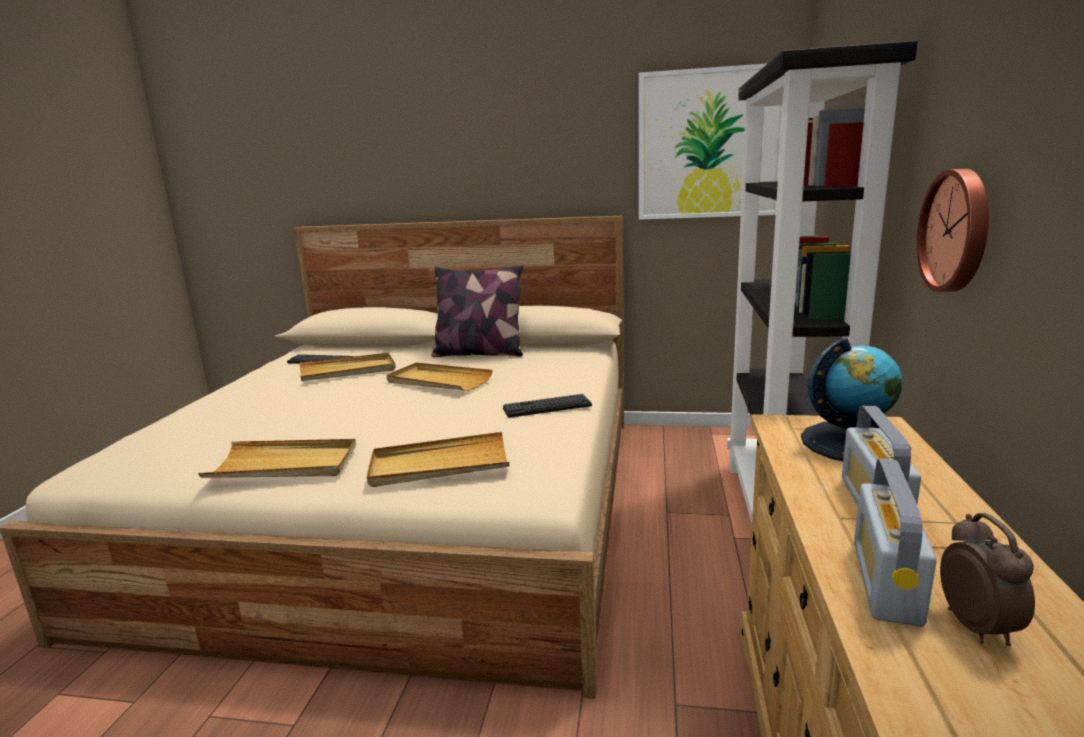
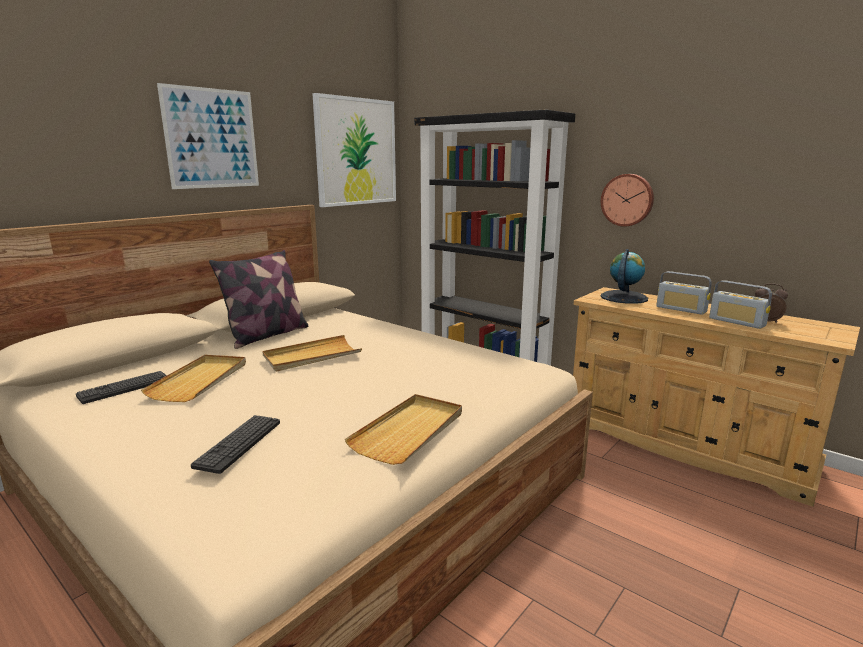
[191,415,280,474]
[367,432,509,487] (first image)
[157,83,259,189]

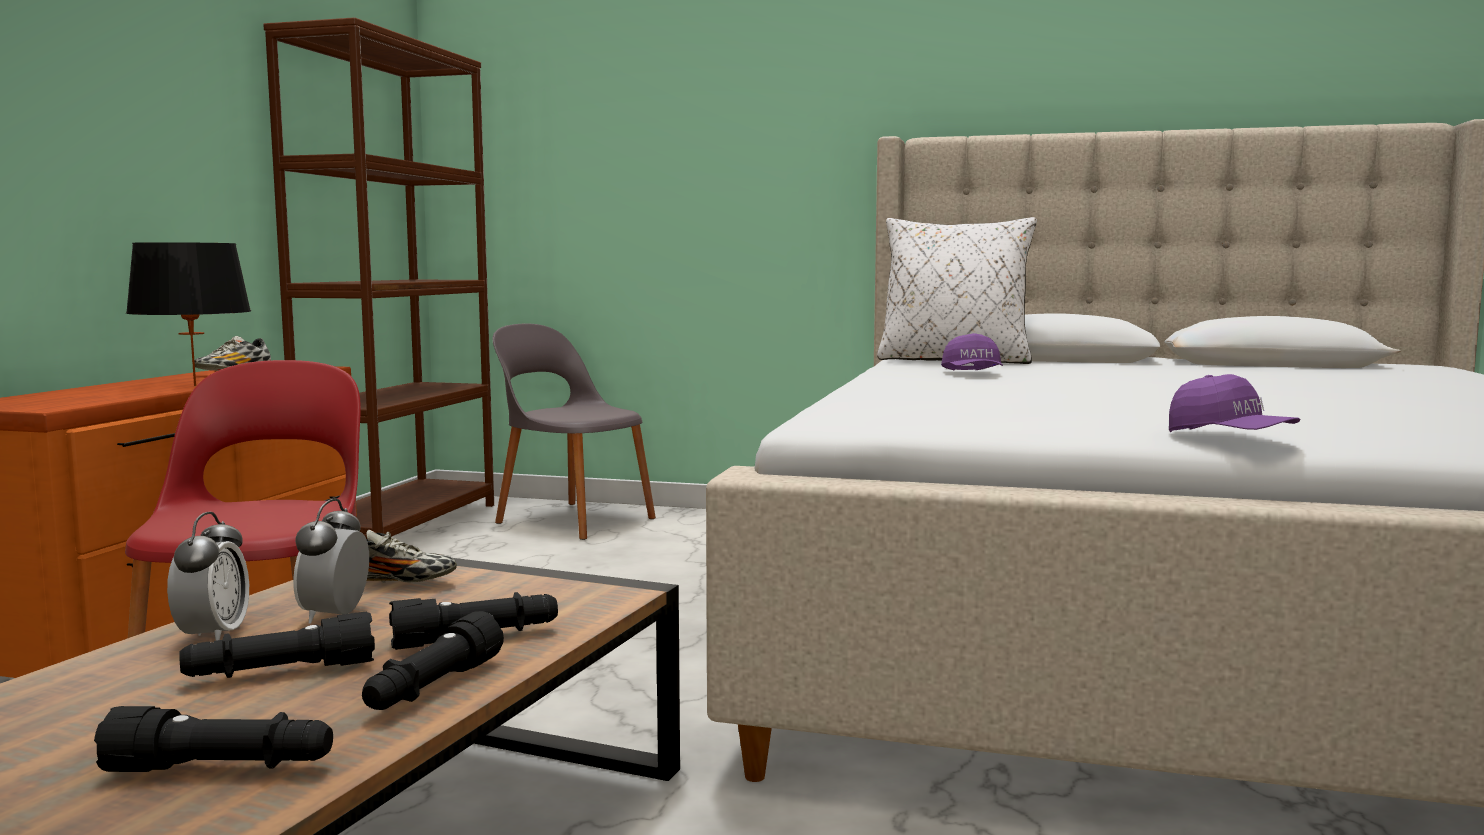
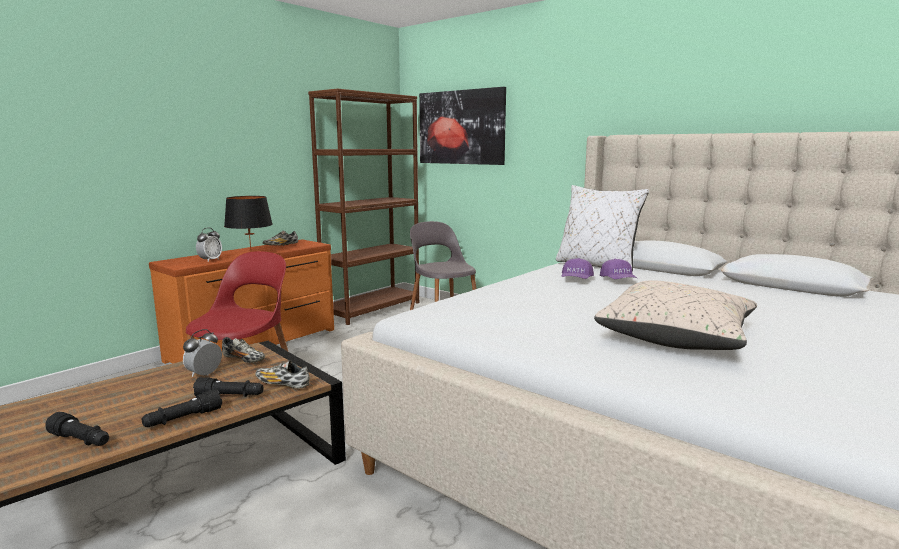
[600,259,637,279]
[196,228,222,262]
[179,611,375,678] (first image)
[419,87,506,165]
[594,280,757,350]
[255,360,310,389]

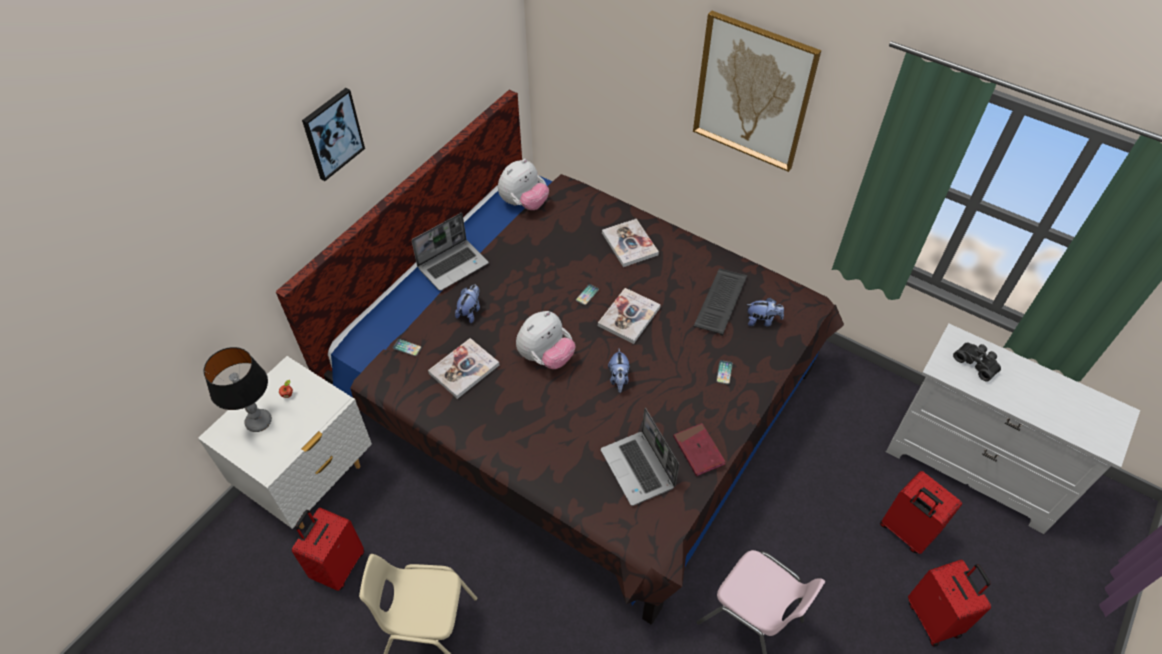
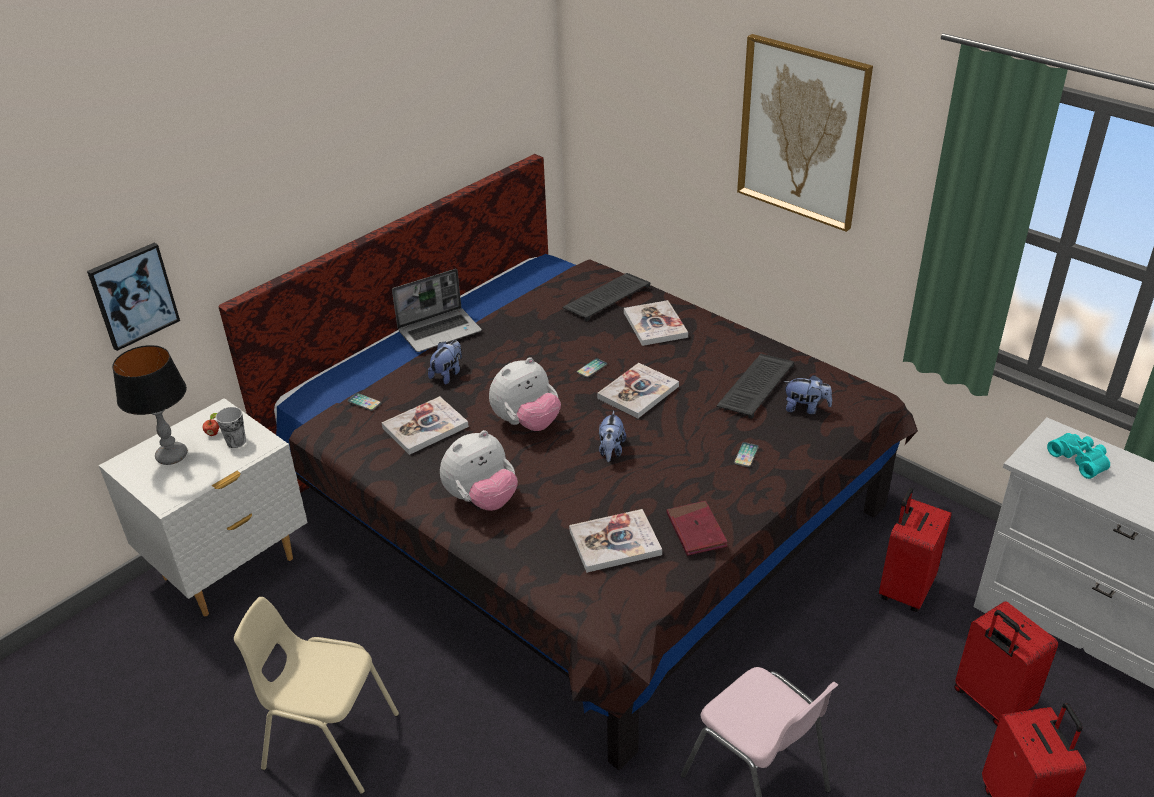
[87,243,180,351]
[440,430,518,511]
[1047,433,1110,479]
[569,509,662,573]
[879,488,952,612]
[562,273,651,321]
[216,407,246,448]

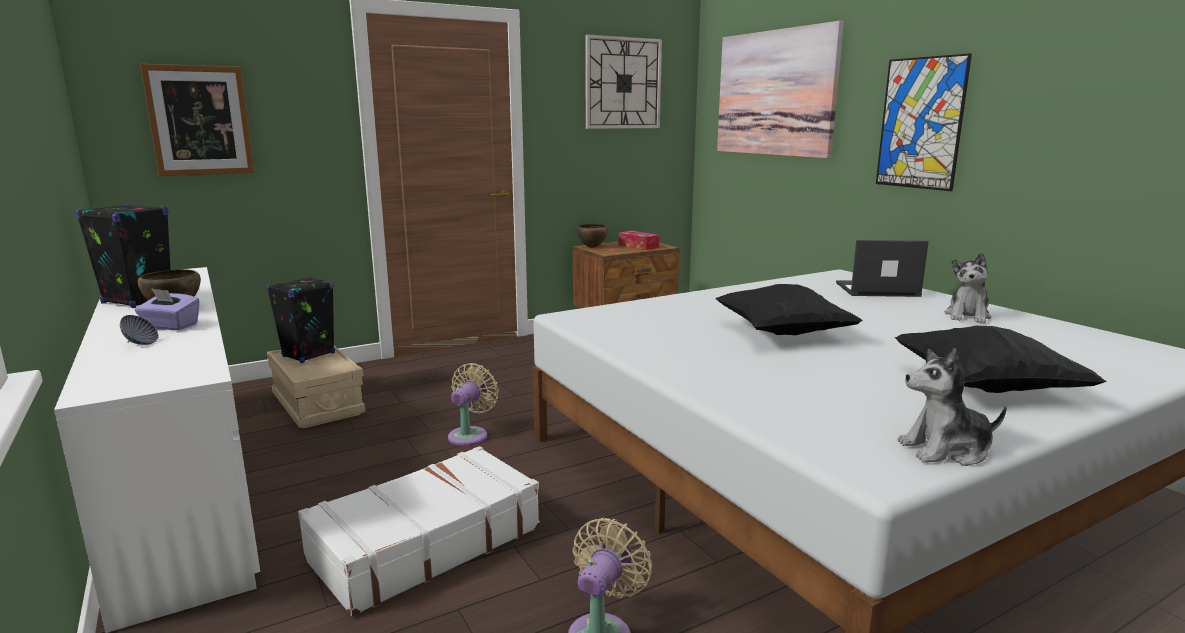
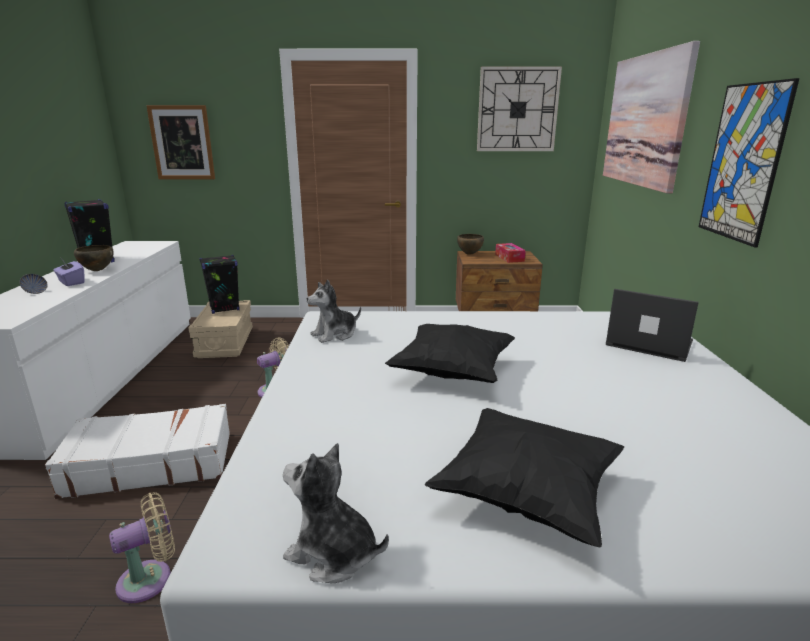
[307,280,361,343]

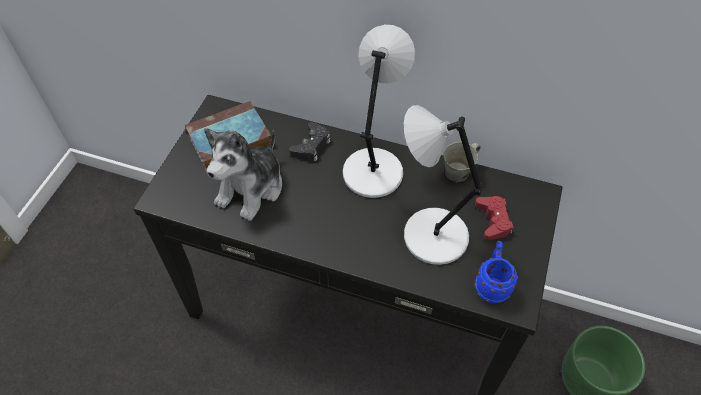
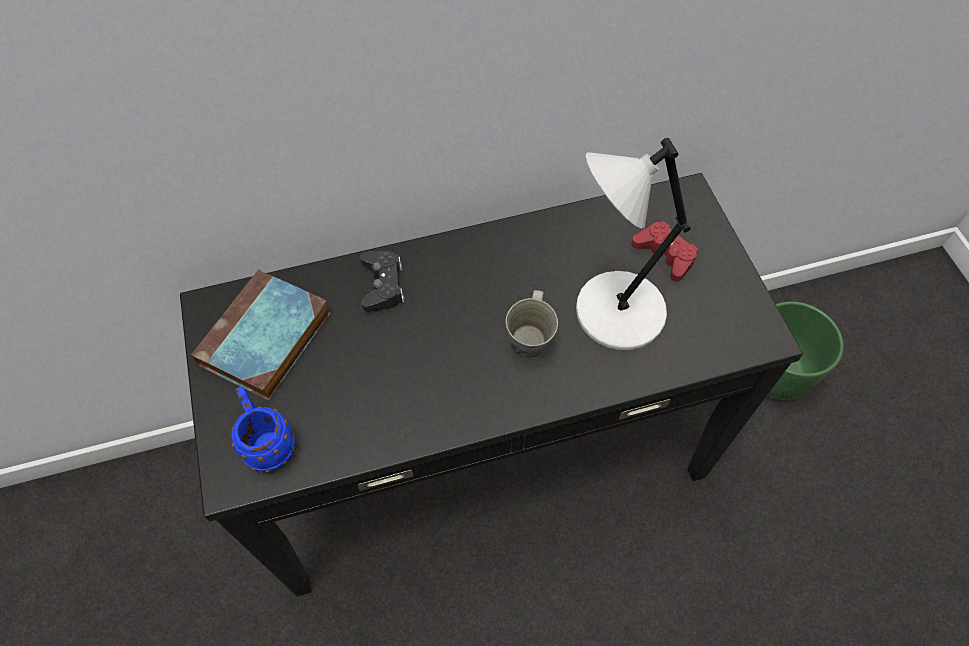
[343,25,415,198] (first image)
[204,128,282,221] (first image)
[506,290,558,358]
[231,386,295,473]

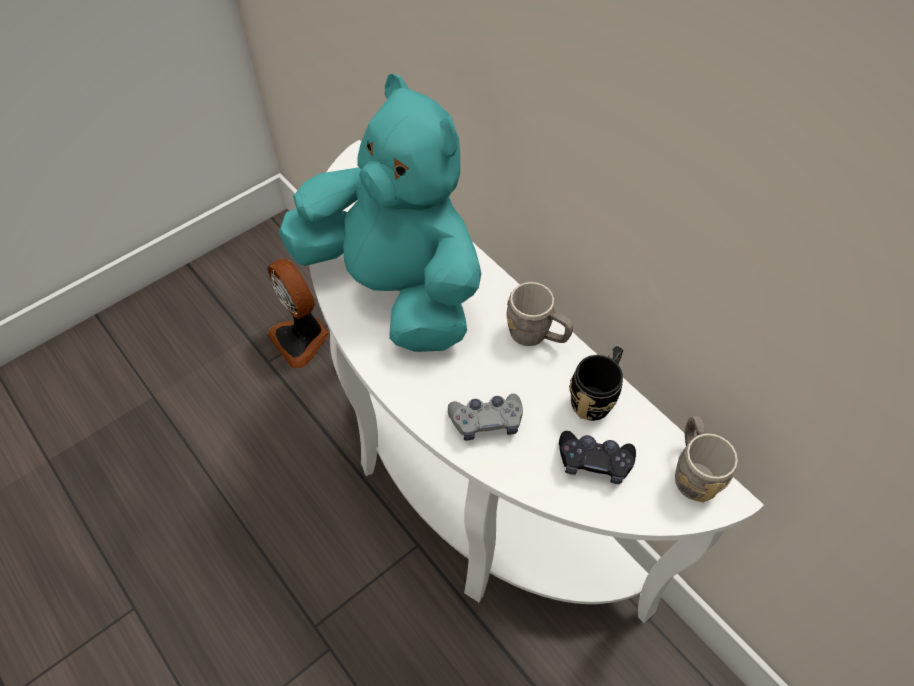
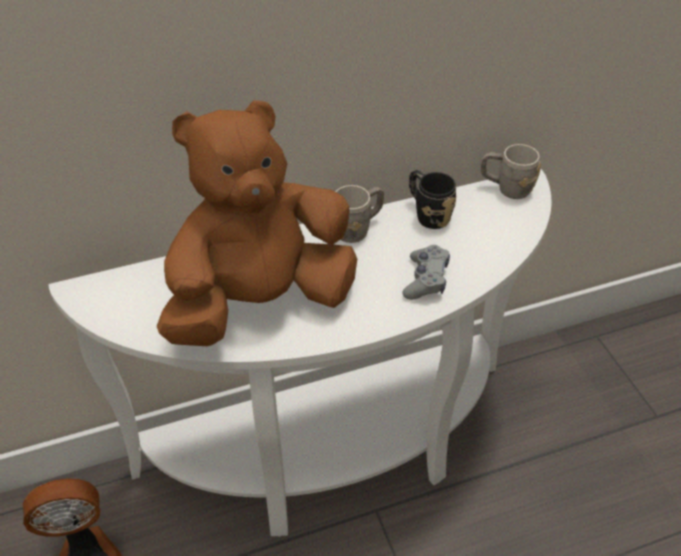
[157,100,357,346]
[559,431,636,484] (first image)

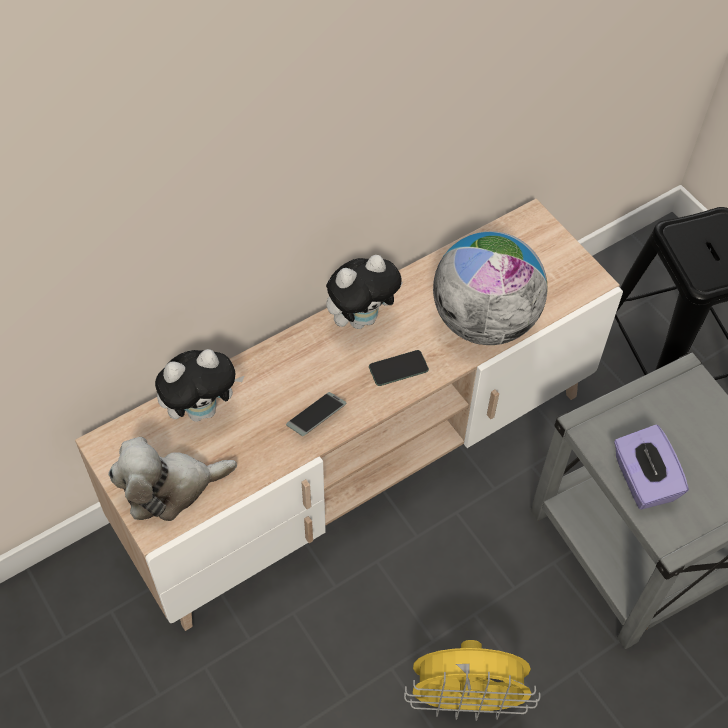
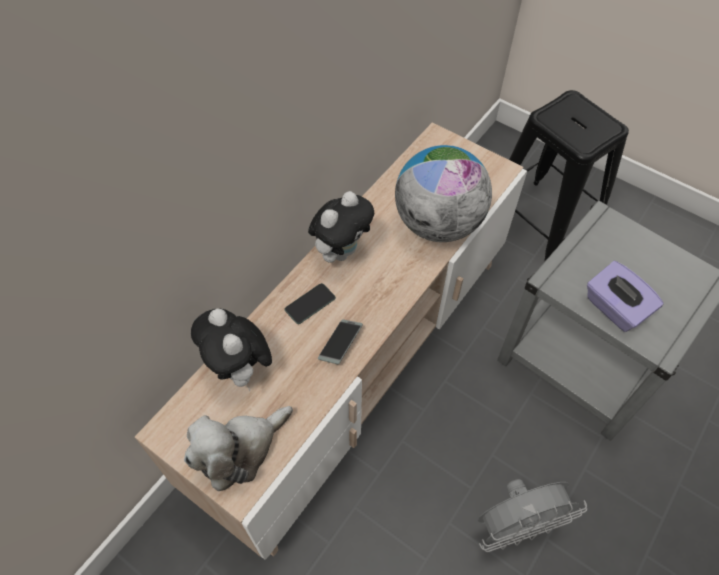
[191,308,272,391]
[285,283,336,324]
[477,479,587,552]

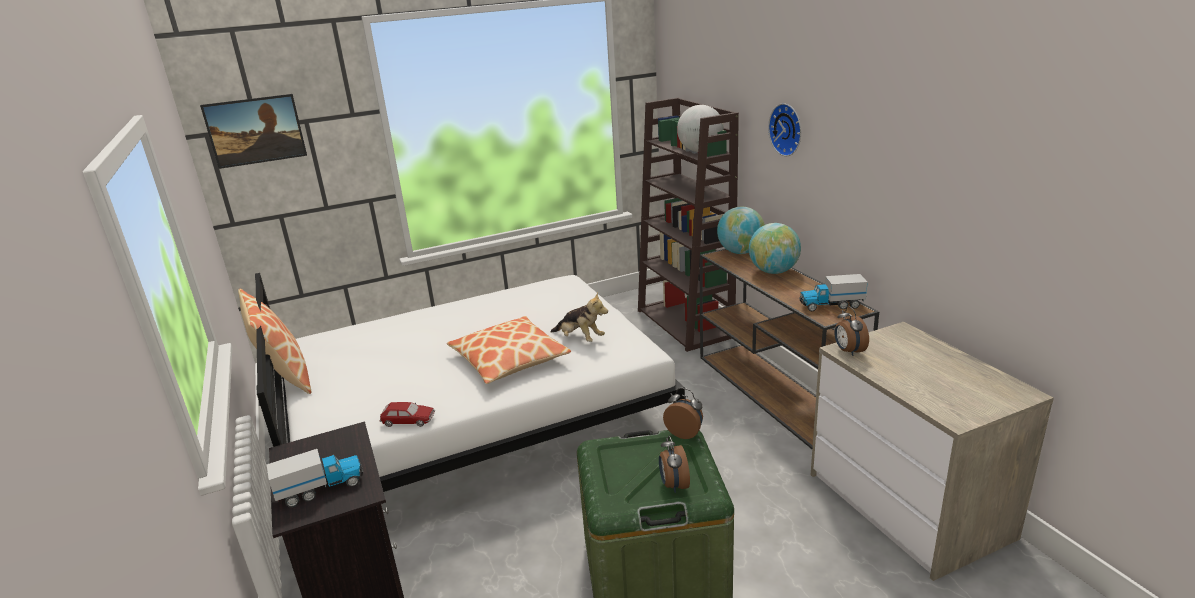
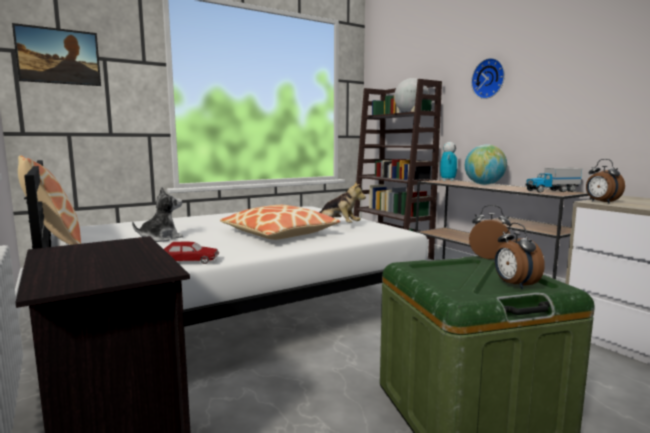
[440,142,458,181]
[267,449,363,507] (first image)
[132,187,183,242]

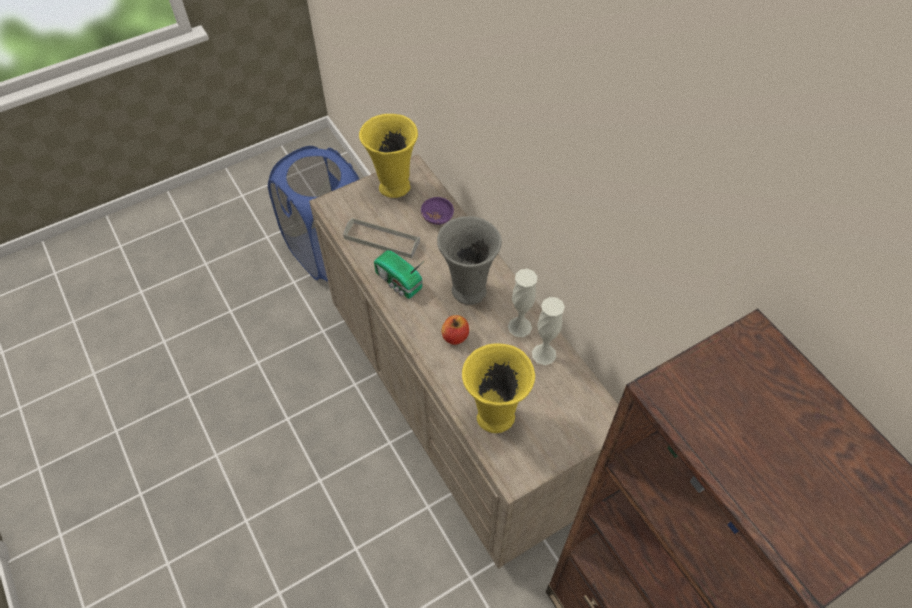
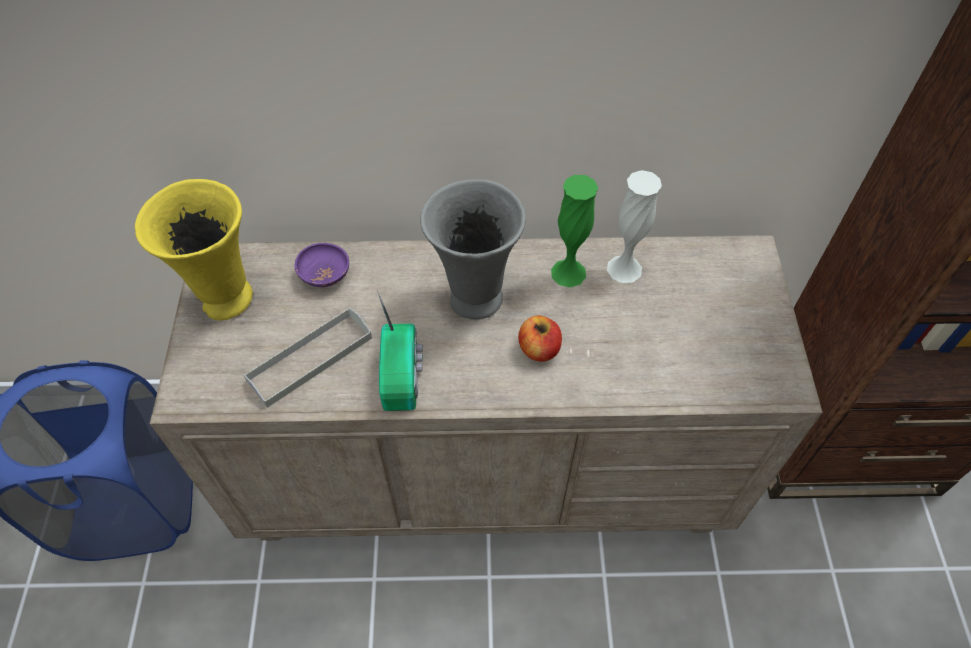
[377,289,423,411]
[551,175,598,287]
[462,343,535,433] (first image)

